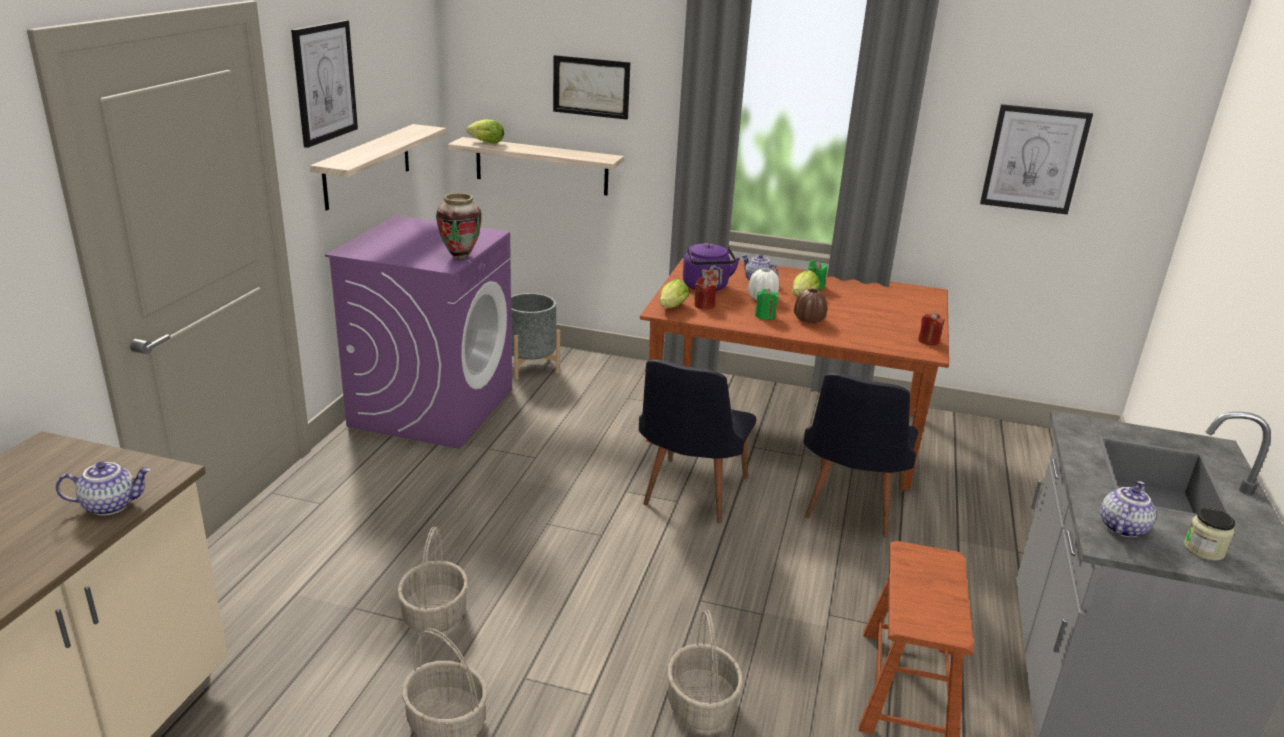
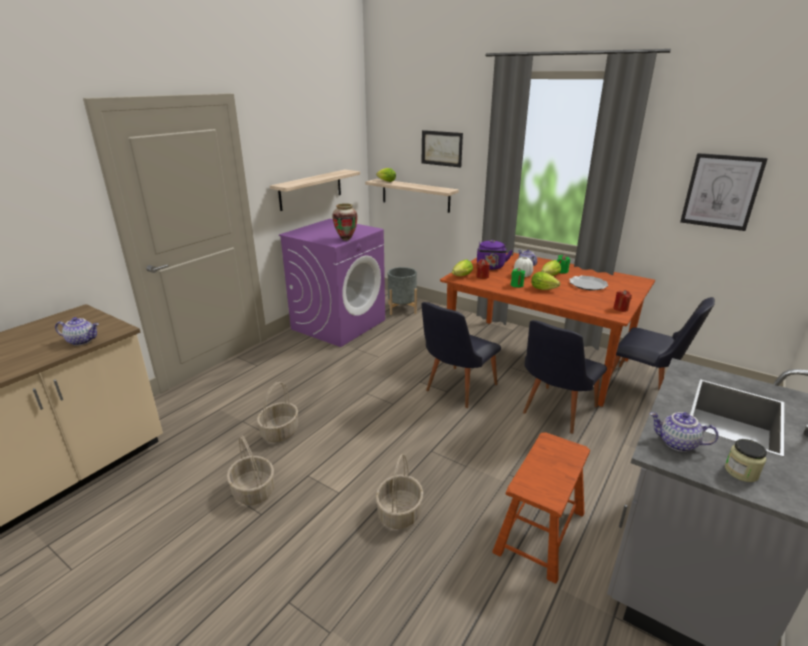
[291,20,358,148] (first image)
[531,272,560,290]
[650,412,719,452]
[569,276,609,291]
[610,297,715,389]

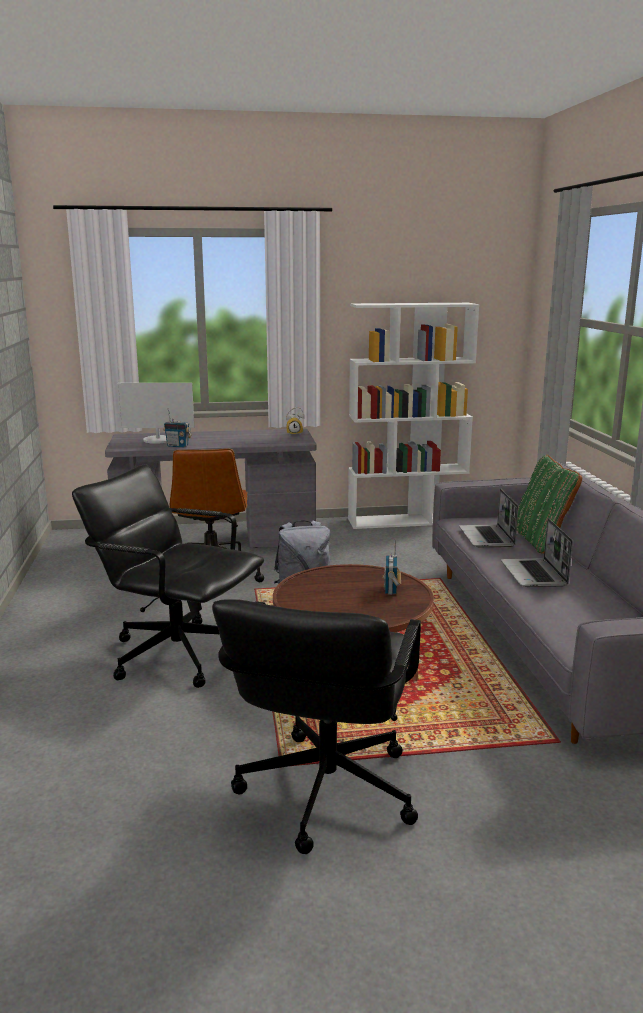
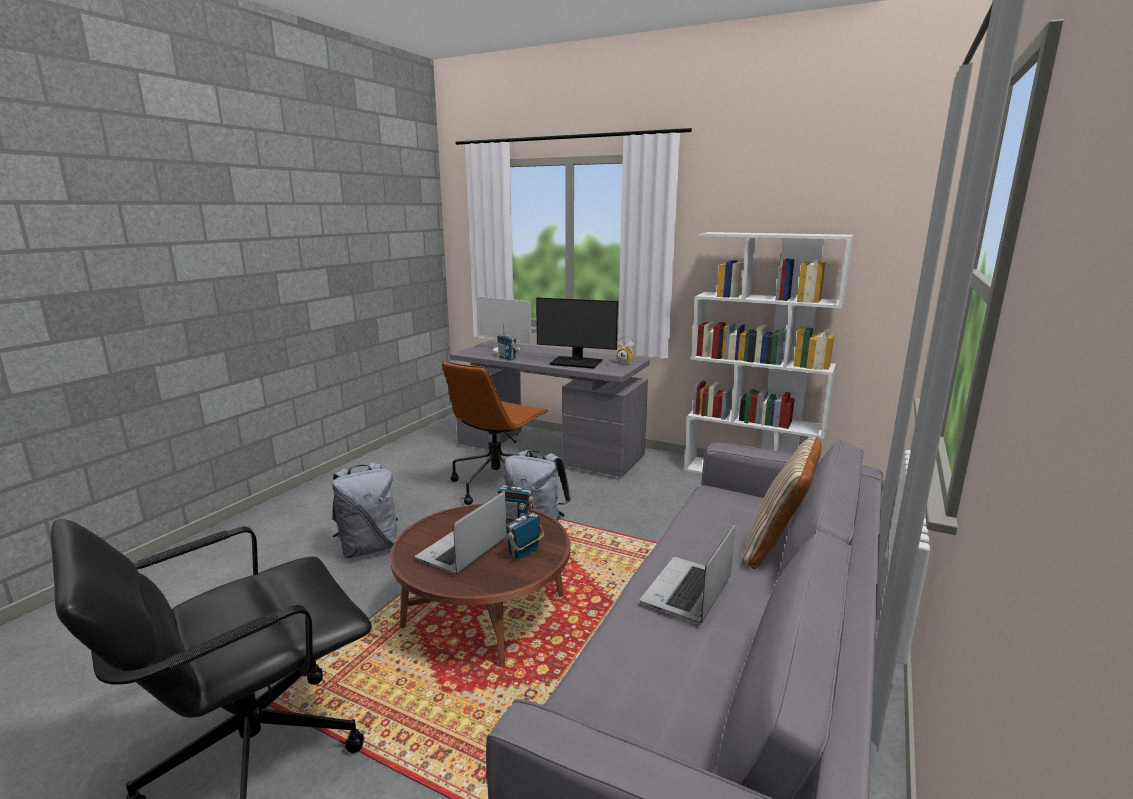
[742,437,821,569]
[332,463,398,558]
[415,491,507,574]
[536,297,618,368]
[496,470,534,522]

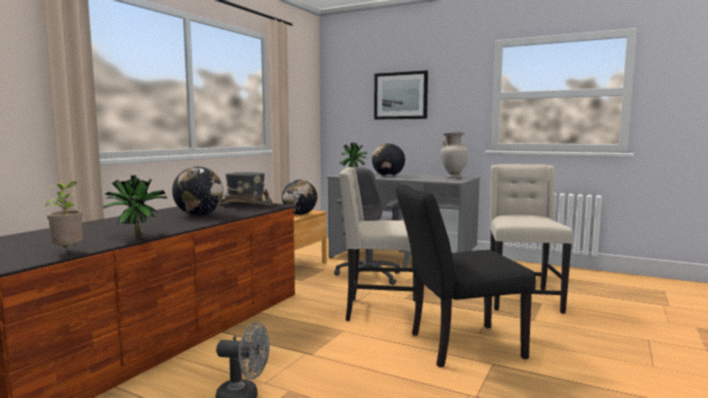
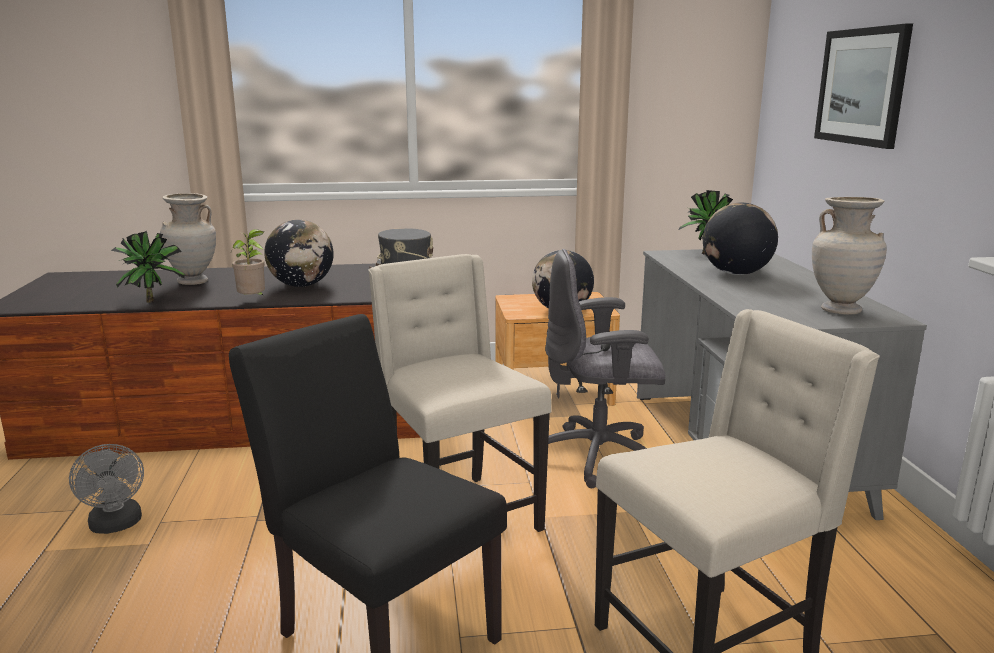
[231,229,265,296]
[160,193,216,285]

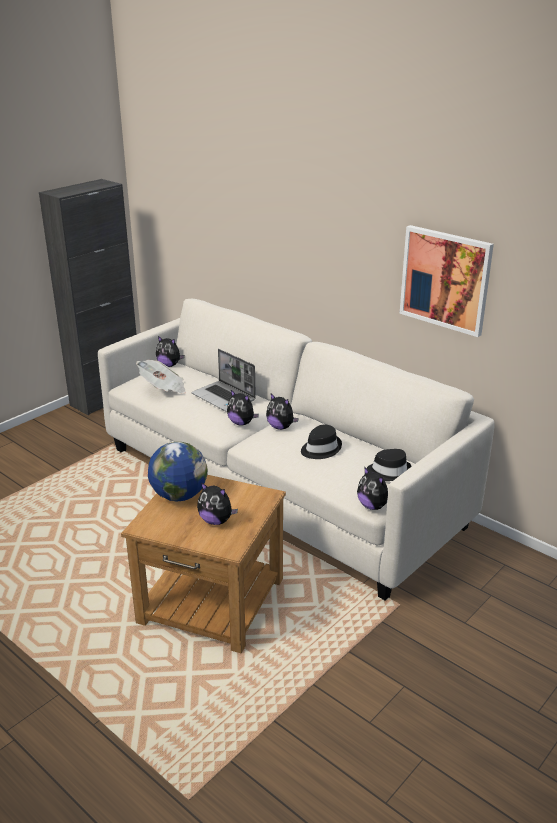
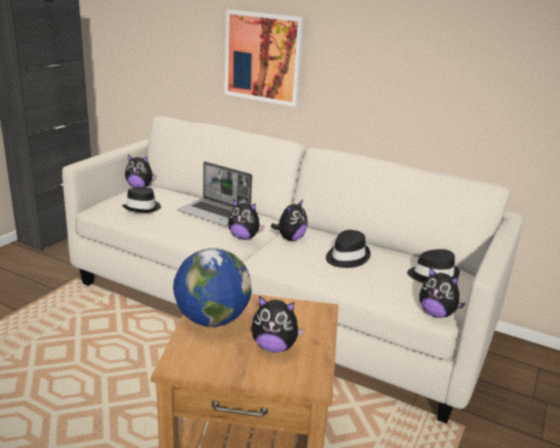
[225,10,304,107]
[122,187,161,213]
[271,199,308,241]

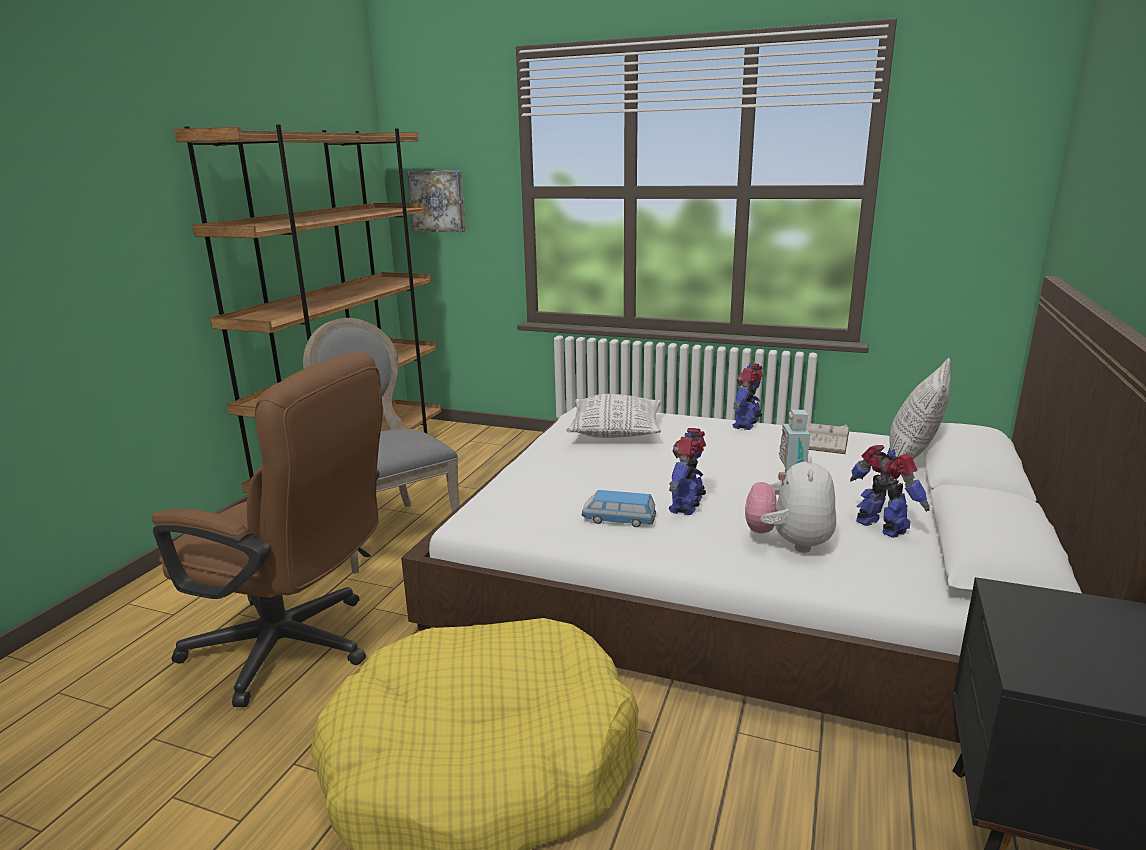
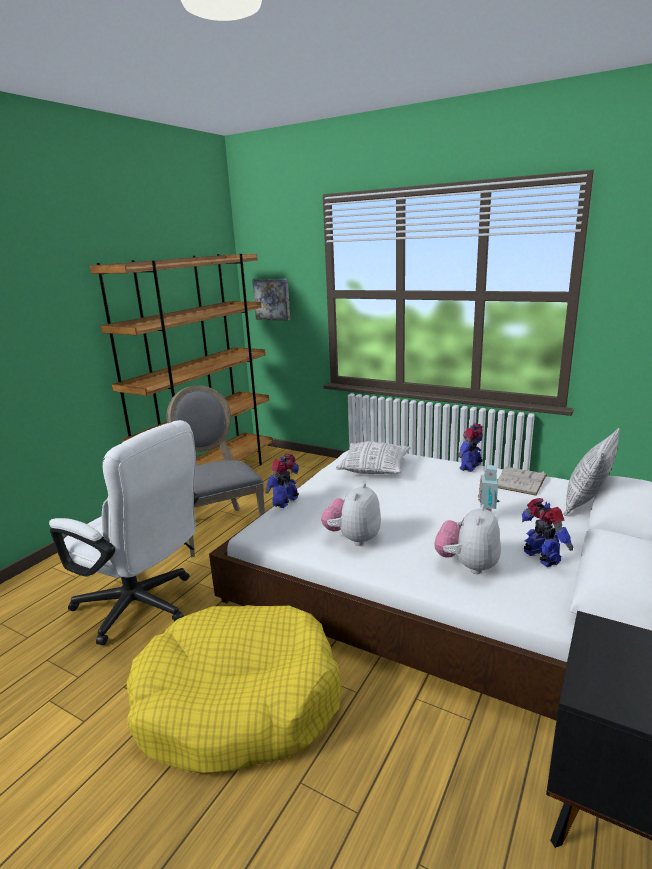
[49,420,198,645]
[265,454,299,508]
[321,483,381,546]

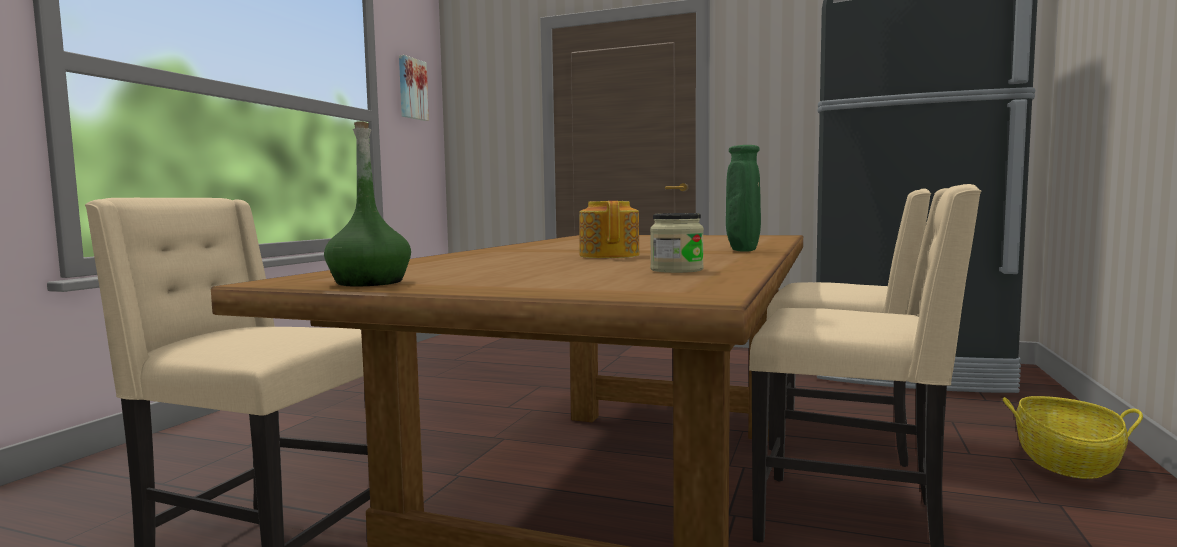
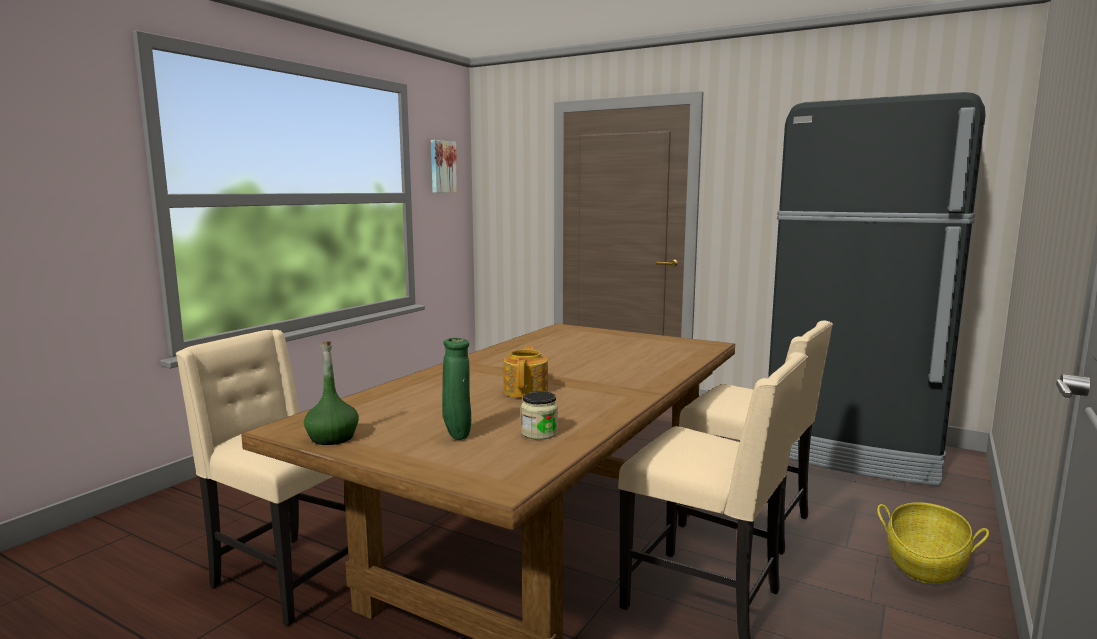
[442,338,471,440]

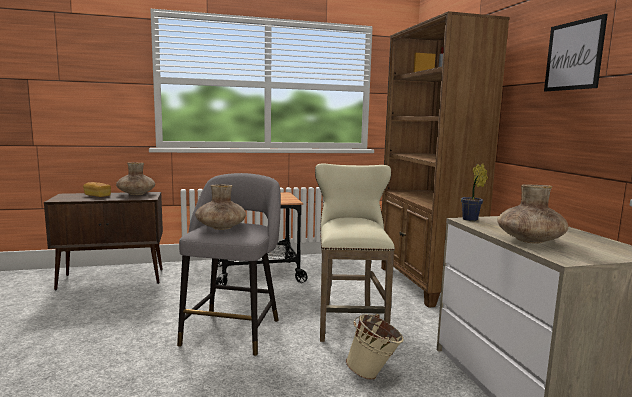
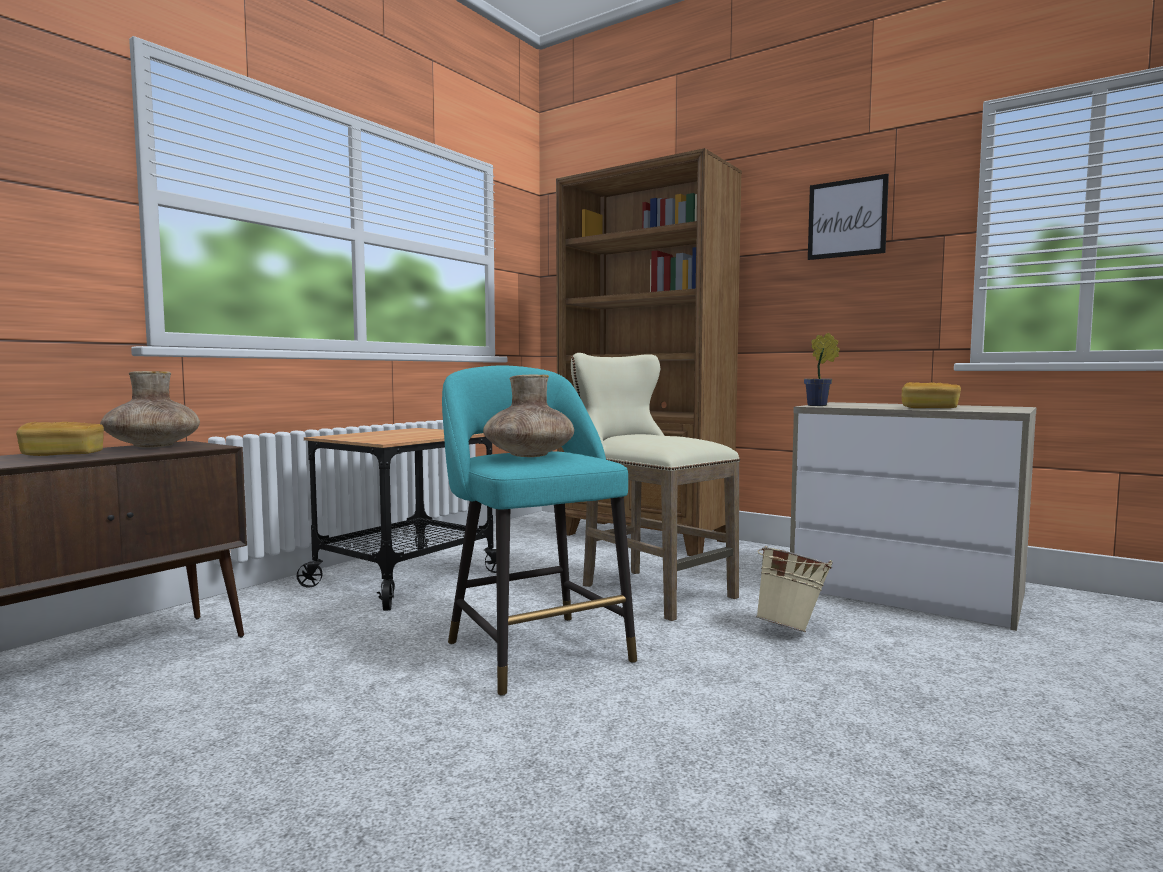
[442,366,637,696]
[902,382,961,408]

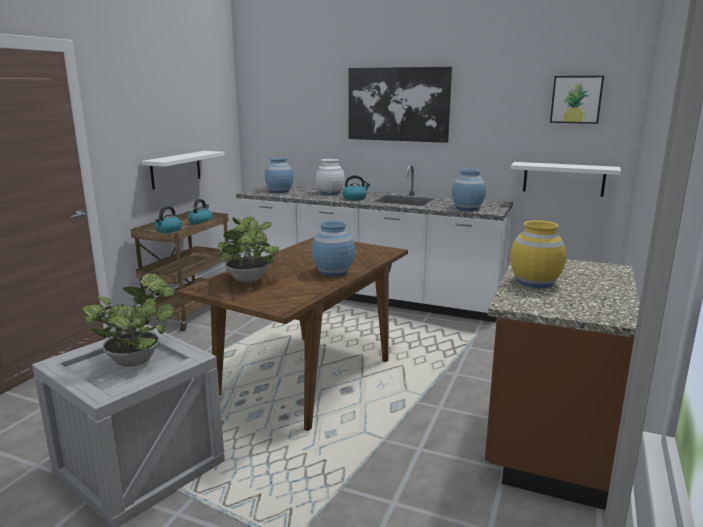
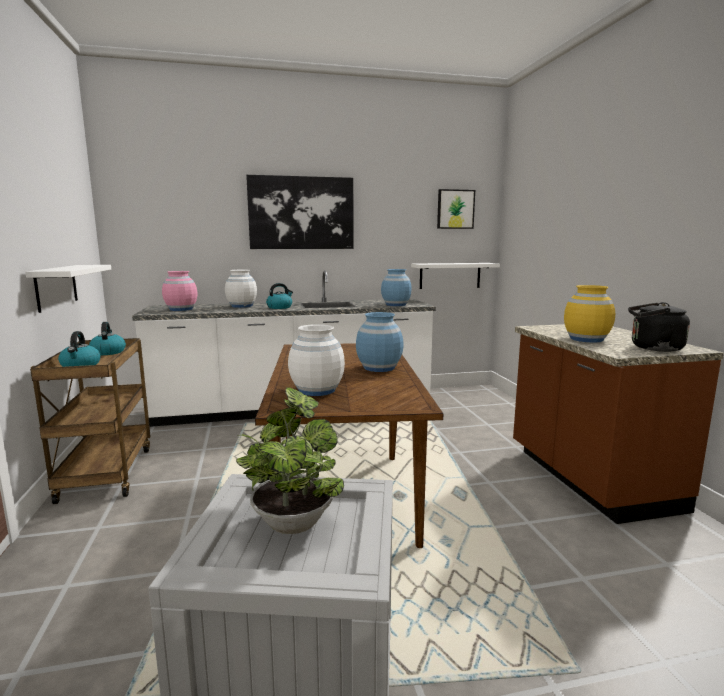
[162,271,197,311]
[288,324,345,396]
[628,302,690,352]

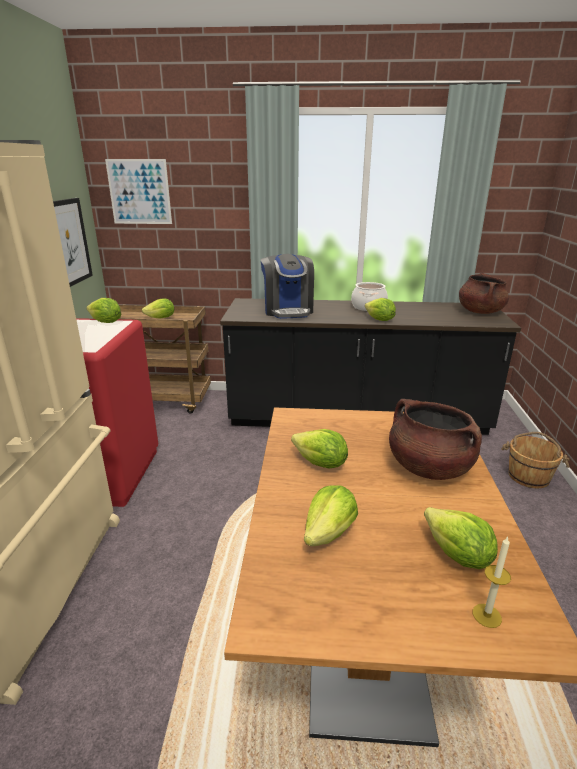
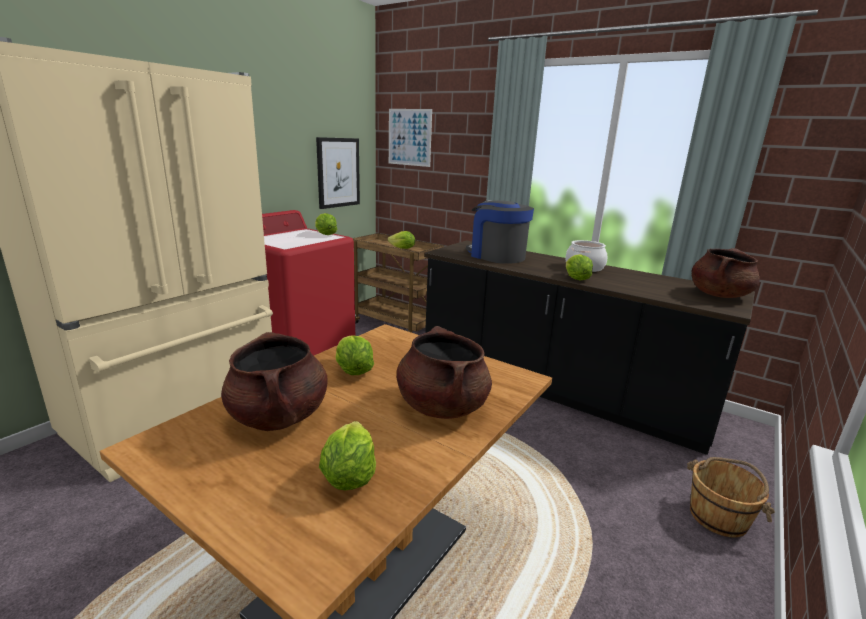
[466,200,534,264]
[221,332,328,431]
[473,537,511,628] (first image)

